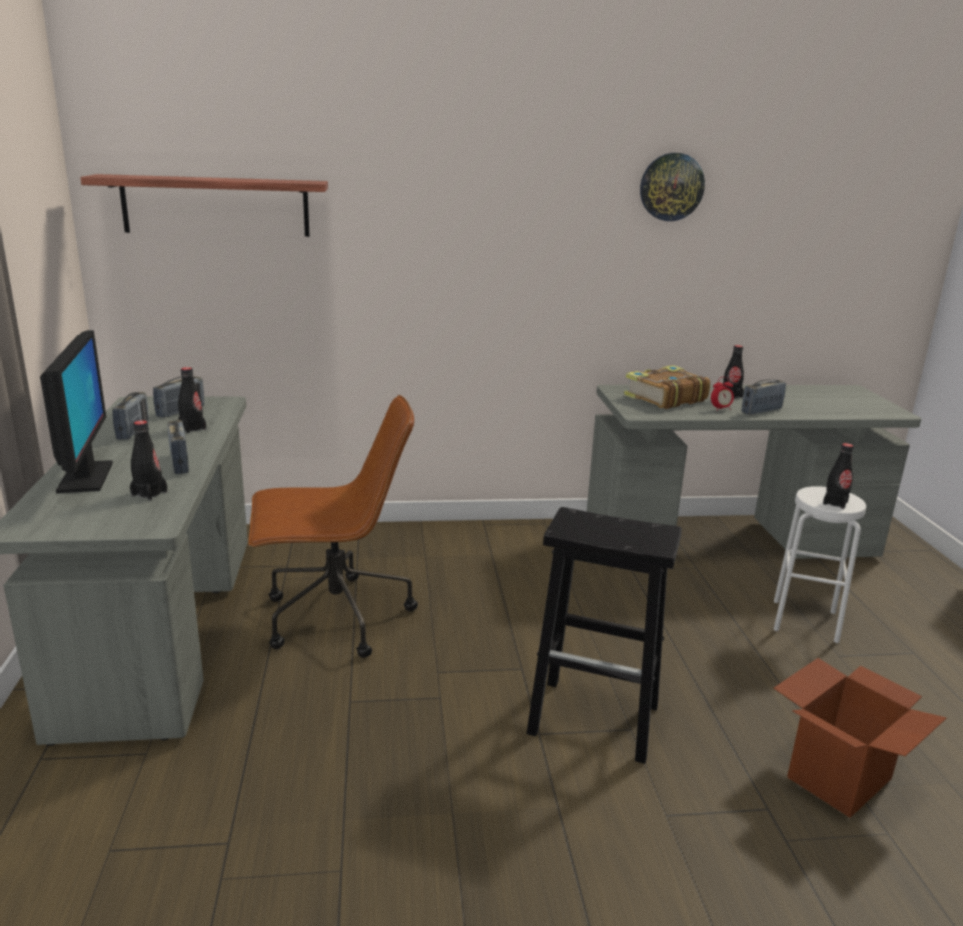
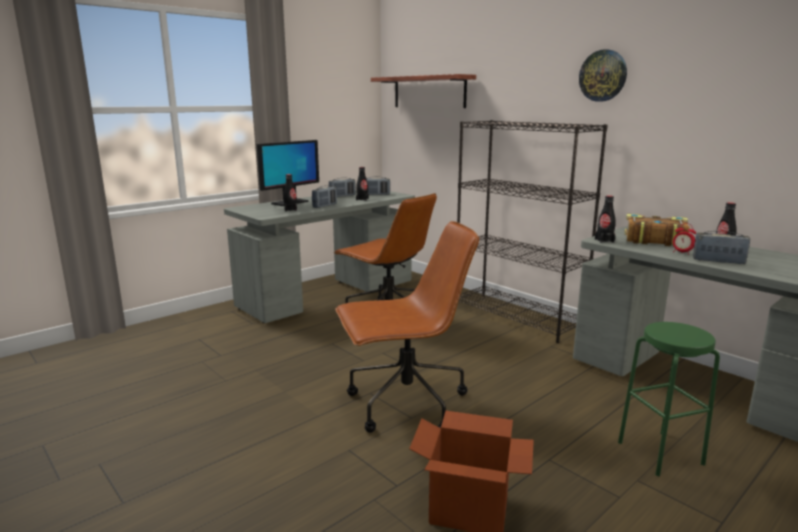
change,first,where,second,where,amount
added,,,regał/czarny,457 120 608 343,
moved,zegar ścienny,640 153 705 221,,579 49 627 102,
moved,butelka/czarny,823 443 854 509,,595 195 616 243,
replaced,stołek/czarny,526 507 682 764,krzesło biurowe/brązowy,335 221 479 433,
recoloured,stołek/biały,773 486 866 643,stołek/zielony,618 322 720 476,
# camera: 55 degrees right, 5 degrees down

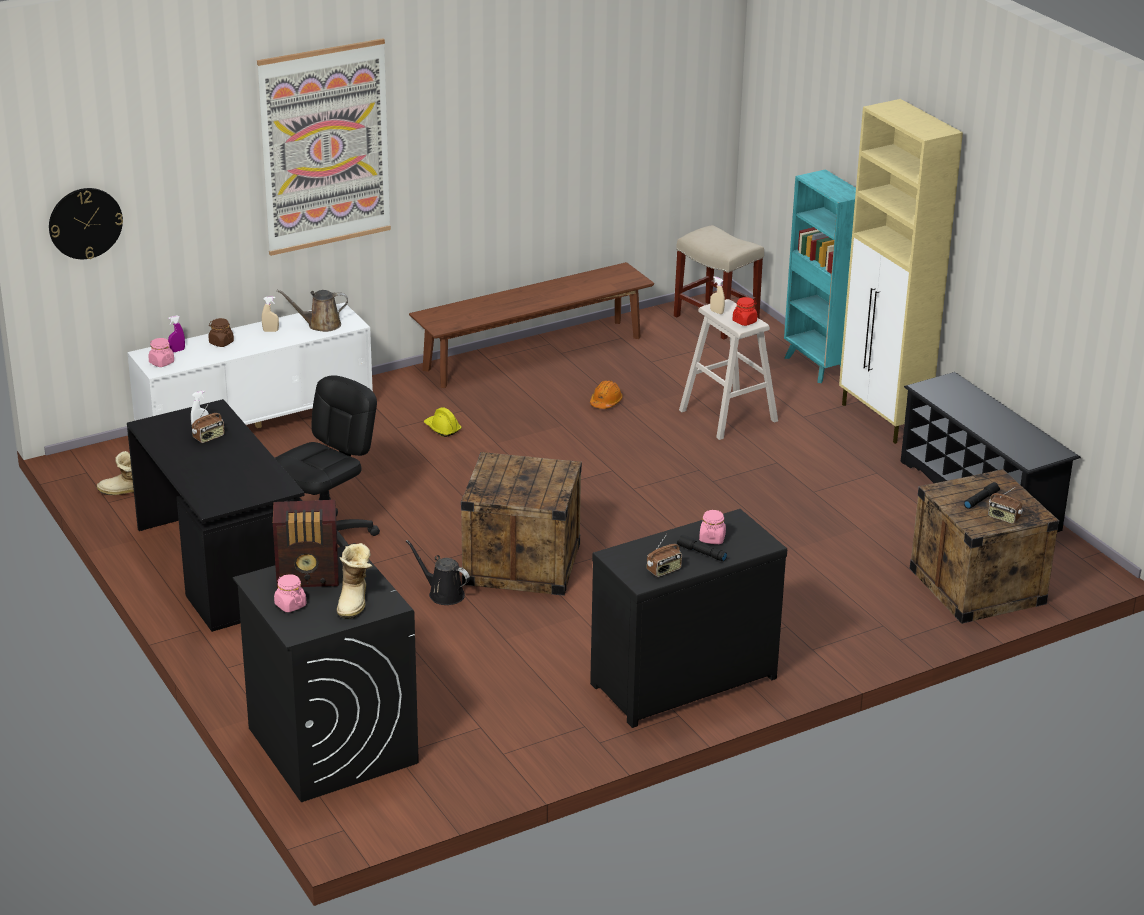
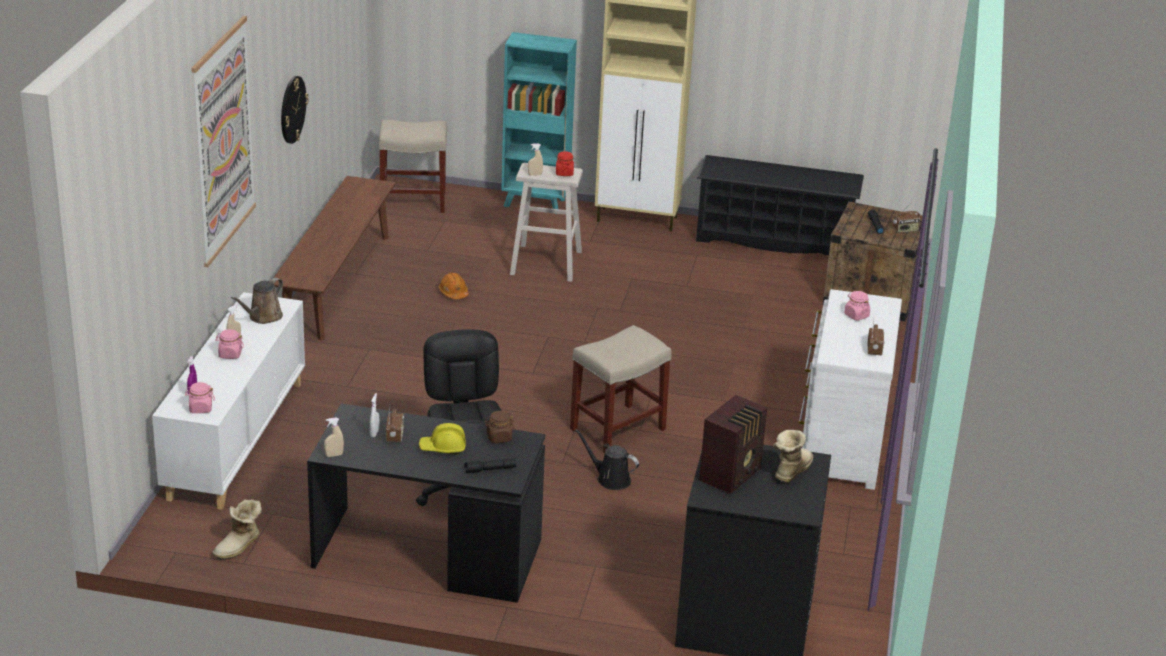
change,first,where,second,where,amount
added,,,spryskiwacz/beżowy,324 417 344 457,
moved,zegar ścienny,49 188 123 259,,281 76 309 144,
moved,słoik/brązowy,209 318 234 347,,485 411 514 443,
moved,słoik/różowy,274 574 306 612,,215 329 244 359,
moved,kask/żółty,424 407 462 437,,419 423 466 455,
moved,latarka/czarny,677 535 727 561,,464 458 516 473,
replaced,skrzynka,461 452 582 596,stołek/beżowy,570 325 672 453,
recoloured,komoda/czarny,590 509 787 728,komoda/biały,799 289 902 490,
turned,but z cholewką,337 543 373 619,,773 430 813 483,105 degrees counterclockwise
turned,konewka/czarny,406 540 470 605,,575 429 639 490,45 degrees clockwise
# camera: 50 degrees left, 0 degrees up

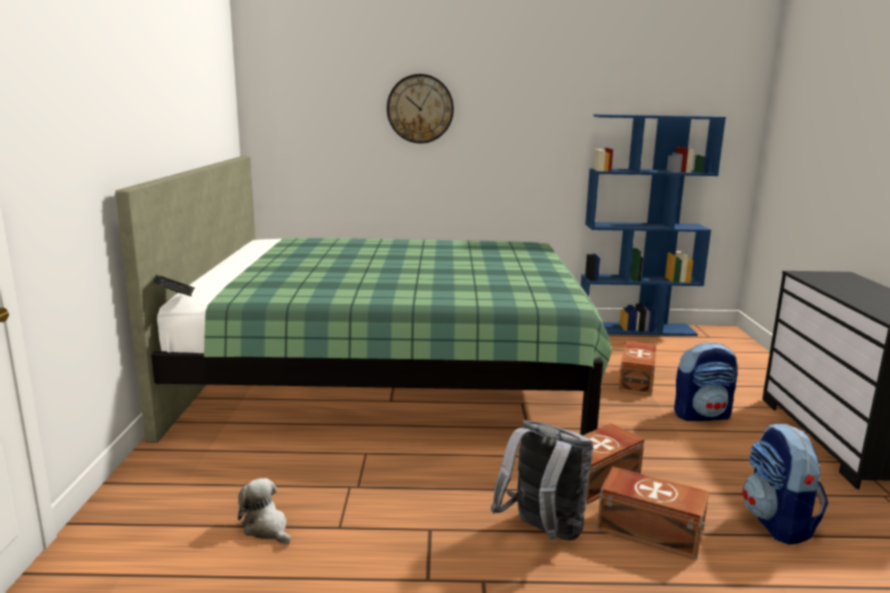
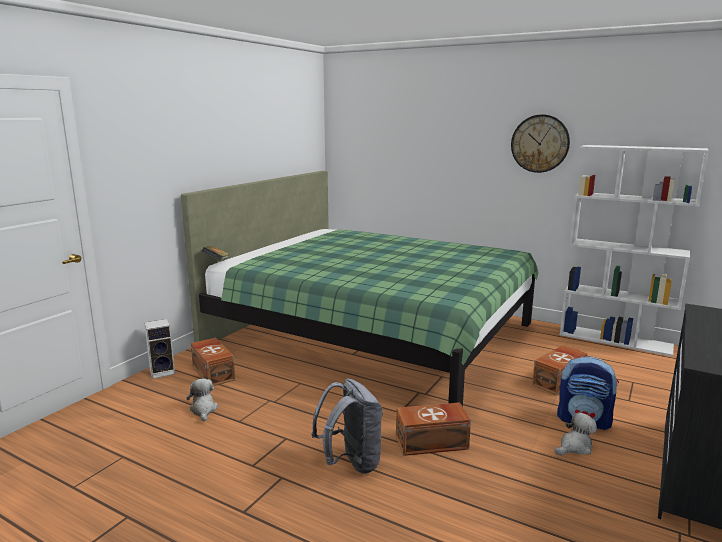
change,first,where,second,where,amount
removed,plecak,742 423 828 545,,,
added,,,głośnik,144 319 175 379,
added,,,pluszak,555 412 597 455,
moved,zegar ścienny,387 74 454 144,,511 114 570 173,
moved,pojemnik do przechowywania/brązowy,597 467 709 560,,190 338 235 386,
recoloured,regał/niebieski,581 114 726 336,regał/biały,560 145 709 357,
# camera: 30 degrees right, 0 degrees up

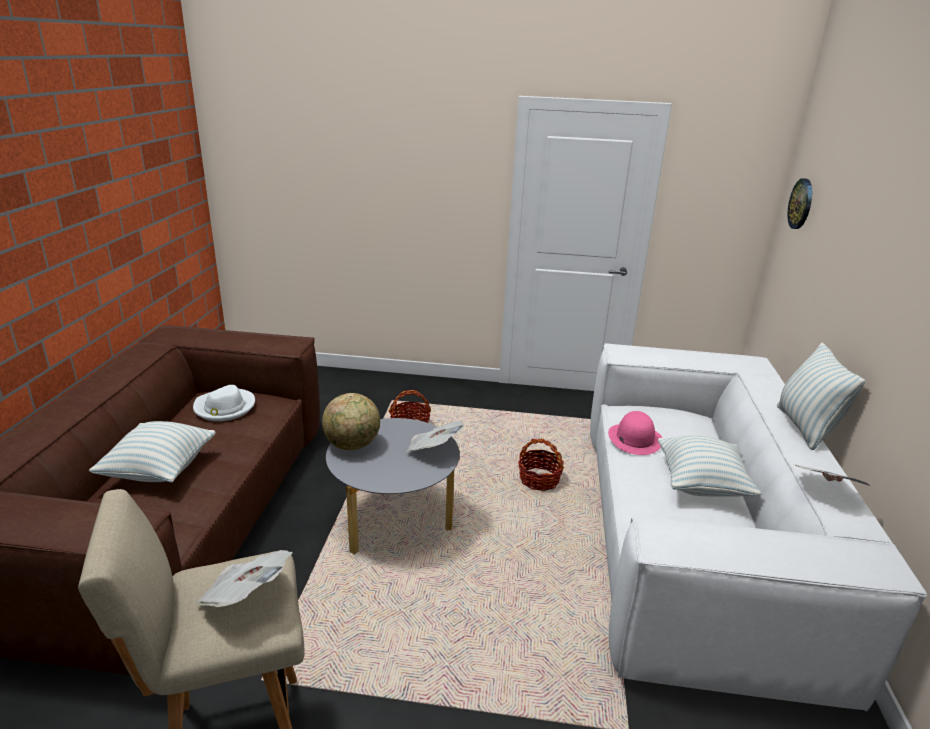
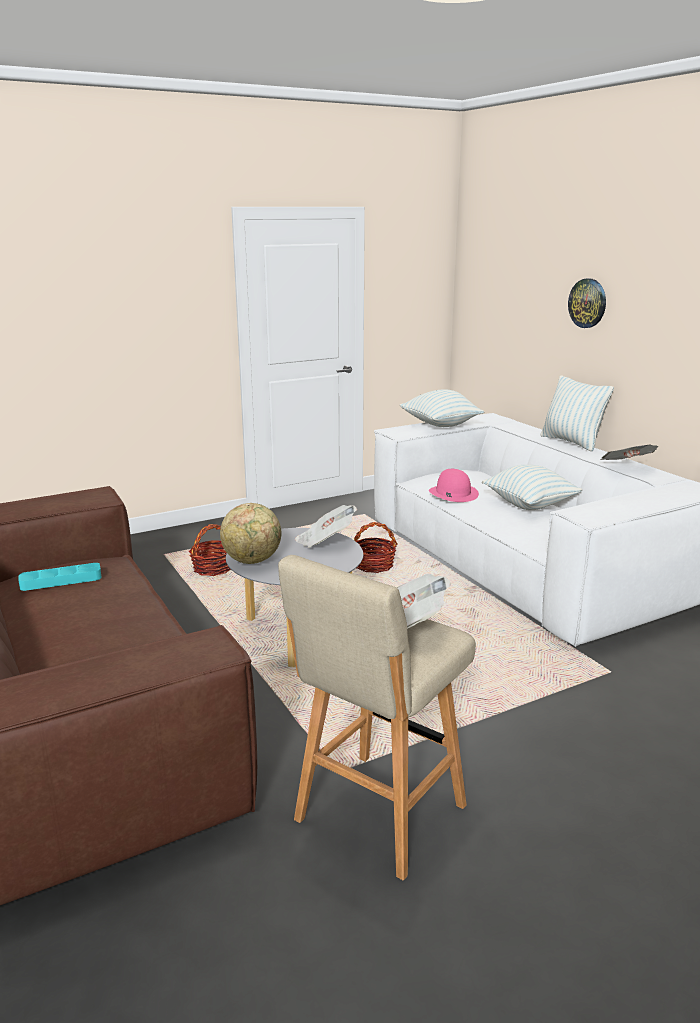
change,first,where,second,where,amount
moved,poduszka,89 421 216 482,,400 390 484 427,
moved,zegar ścienny,787 178 812 229,,568 278 606 328,
replaced,kapelusz/biały,193 385 255 421,taca/turkusowy,18 563 102 591,
# camera: 35 degrees left, 5 degrees down

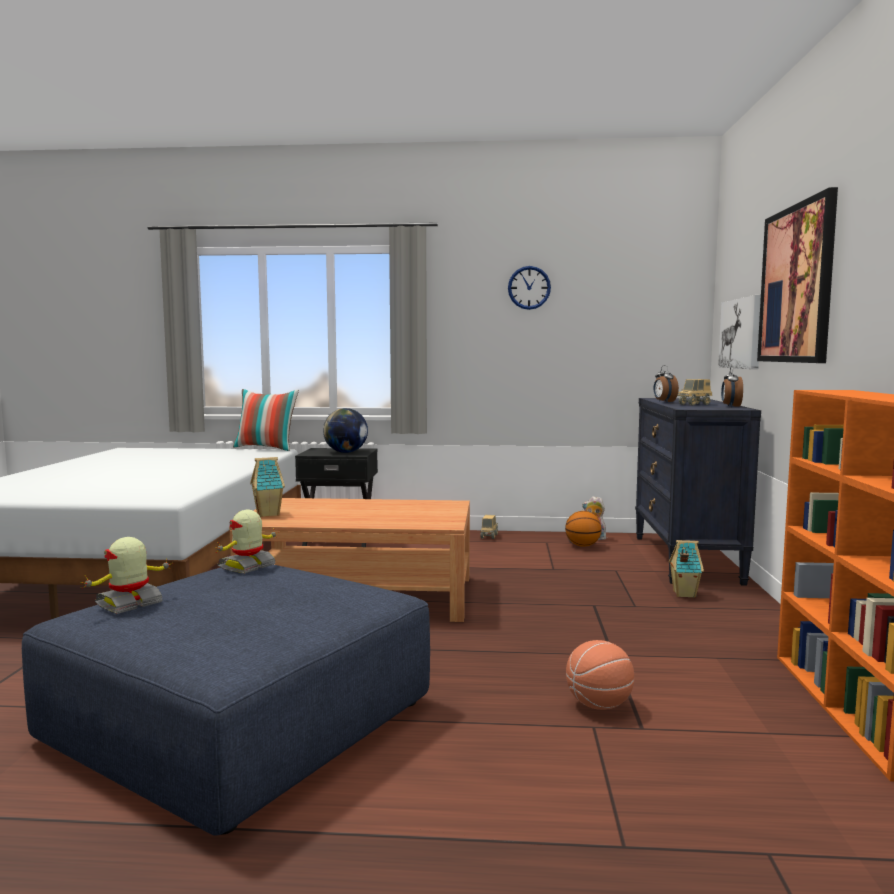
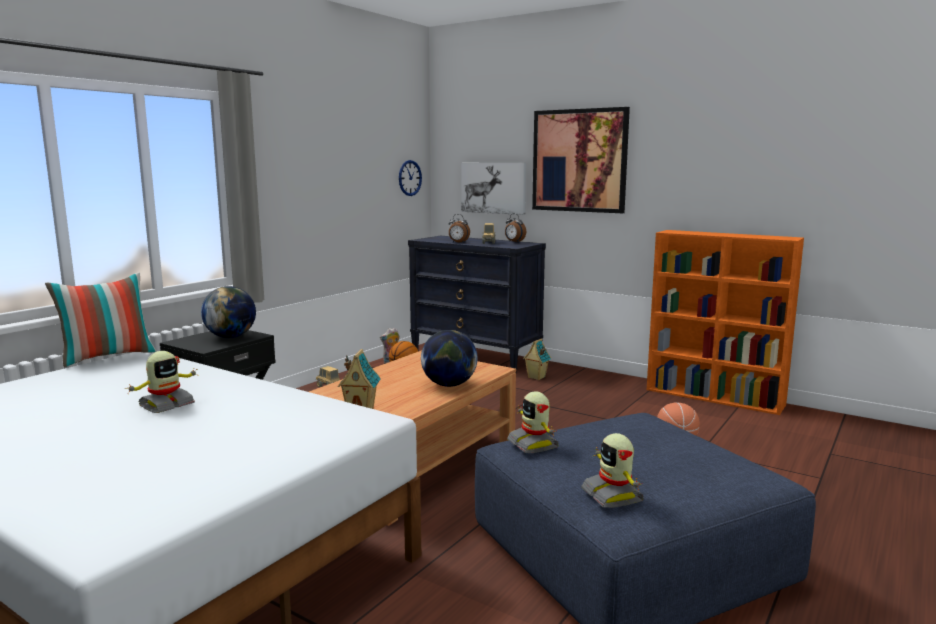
change,first,where,second,where,amount
added,,,robot zabawkowy,128 351 198 413,
added,,,globus,421 330 478 387,
moved,zegar ścienny,508 266 551 310,,399 160 422 196,
# camera: 60 degrees left, 5 degrees up

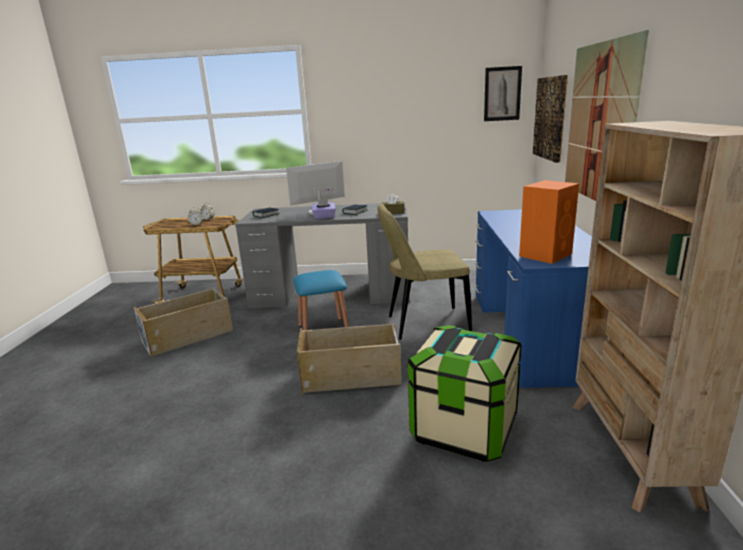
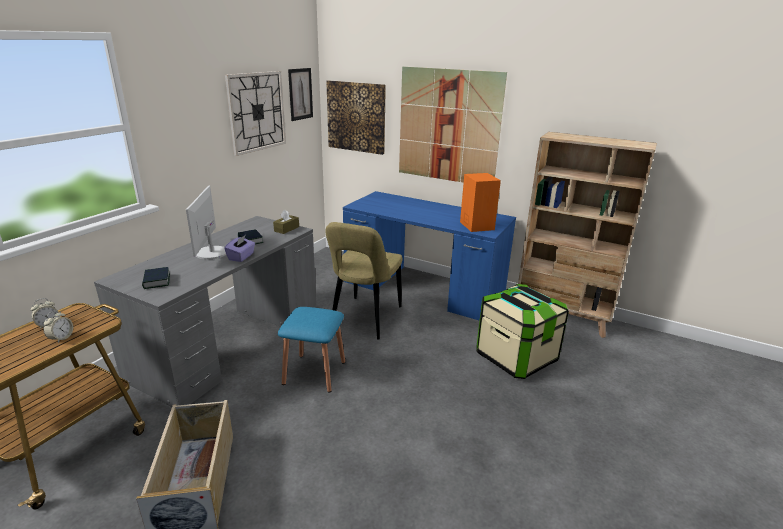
change,first,where,second,where,amount
removed,pojemnik do przechowywania/beżowy,297 323 402 395,,,
added,,,zegar ścienny,225 71 286 156,
# camera: 65 degrees left, 5 degrees up

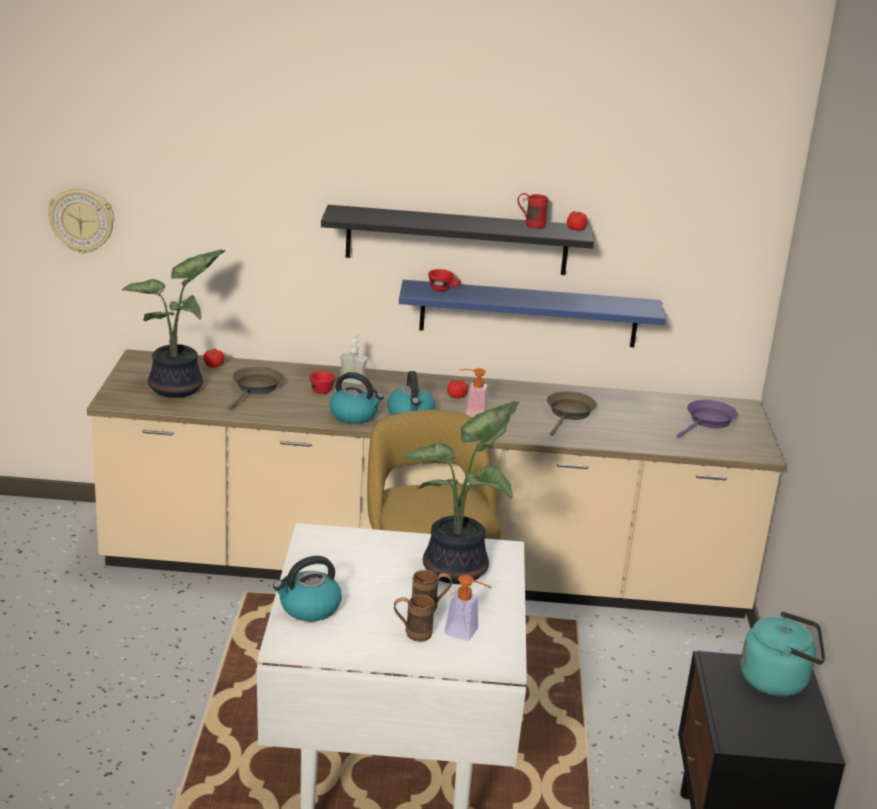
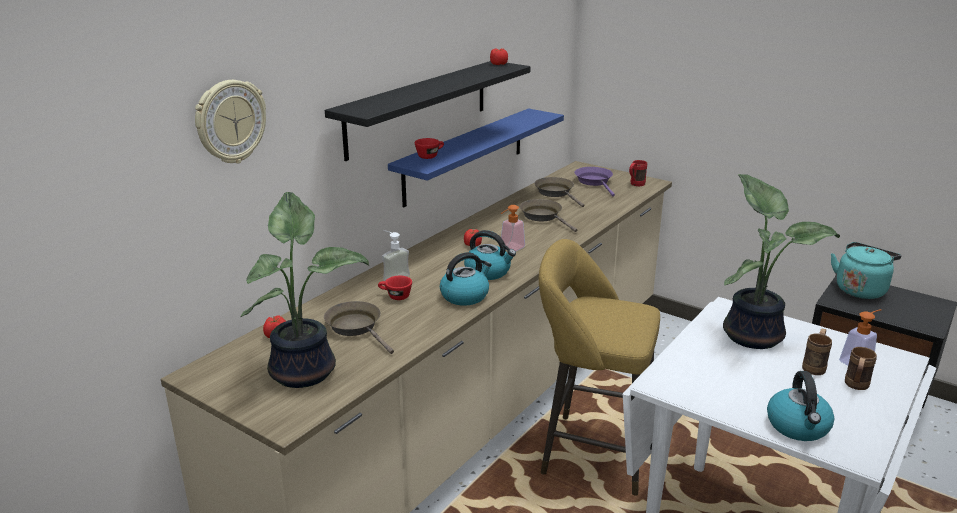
change,first,where,second,where,amount
added,,,patelnia/brązowy,534 177 584 207,
moved,zegar ścienny,48 189 114 254,,195 80 266 163,
moved,kubek/czerwony,518 193 548 229,,629 160 647 186,
# camera: 55 degrees left, 0 degrees up

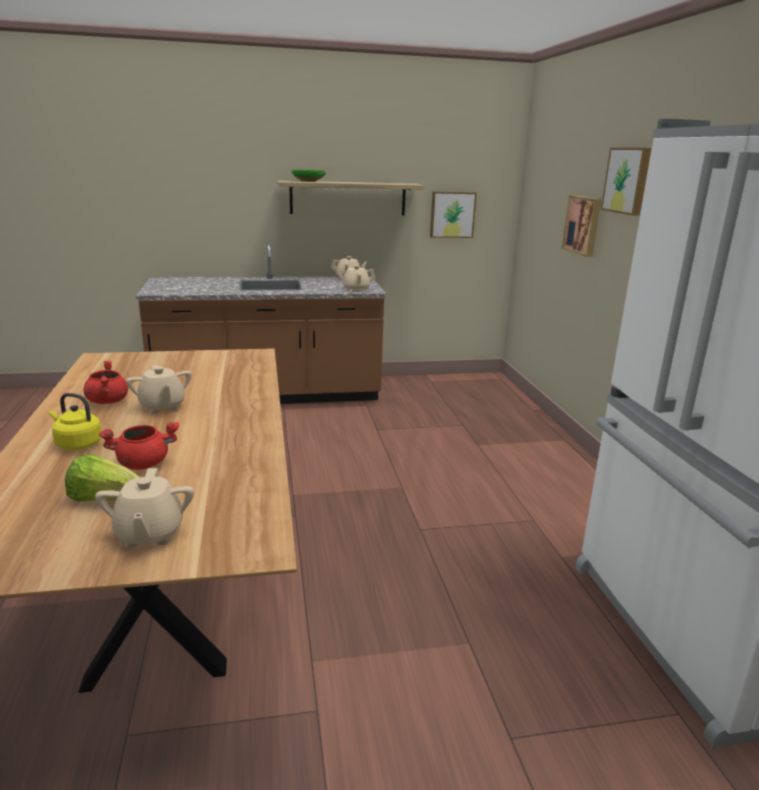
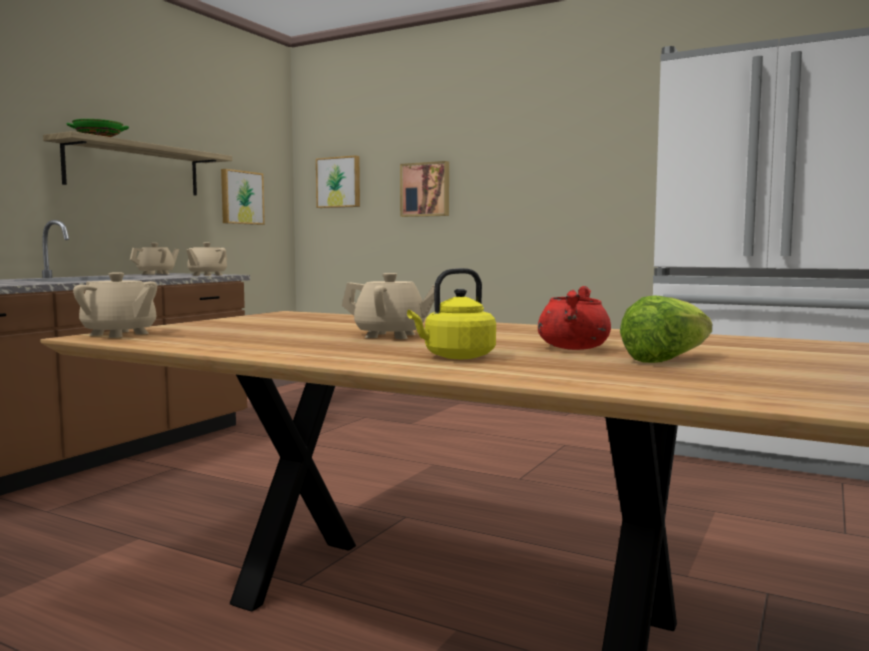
change,first,where,second,where,amount
removed,garnek/czerwony,84 361 128 404,,,
moved,imbryk/beżowy,95 468 194 547,,73 272 157 338,
moved,obraz,601 148 651 216,,316 156 360 208,
# camera: 50 degrees left, 15 degrees down

